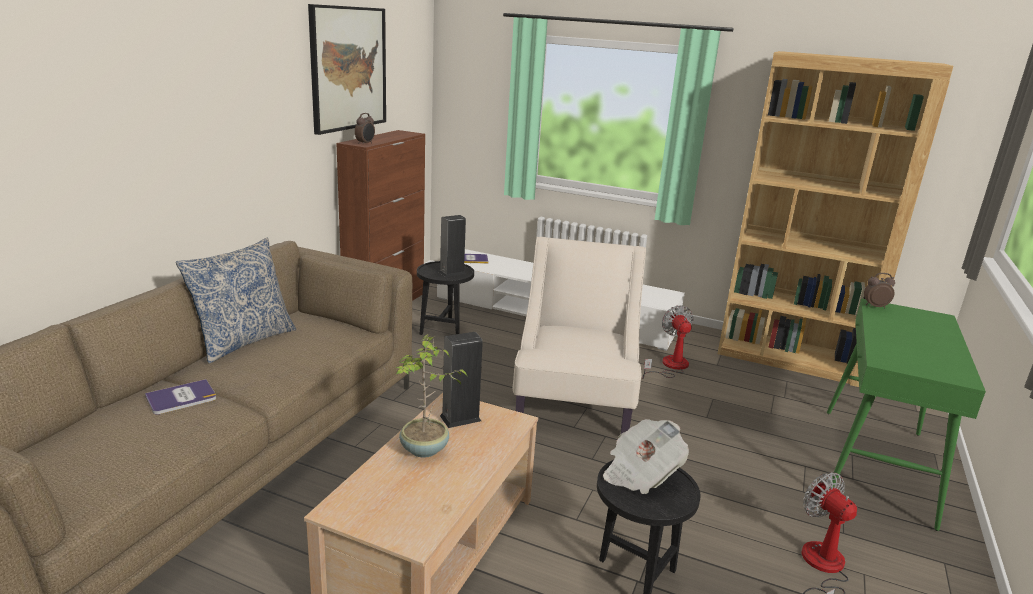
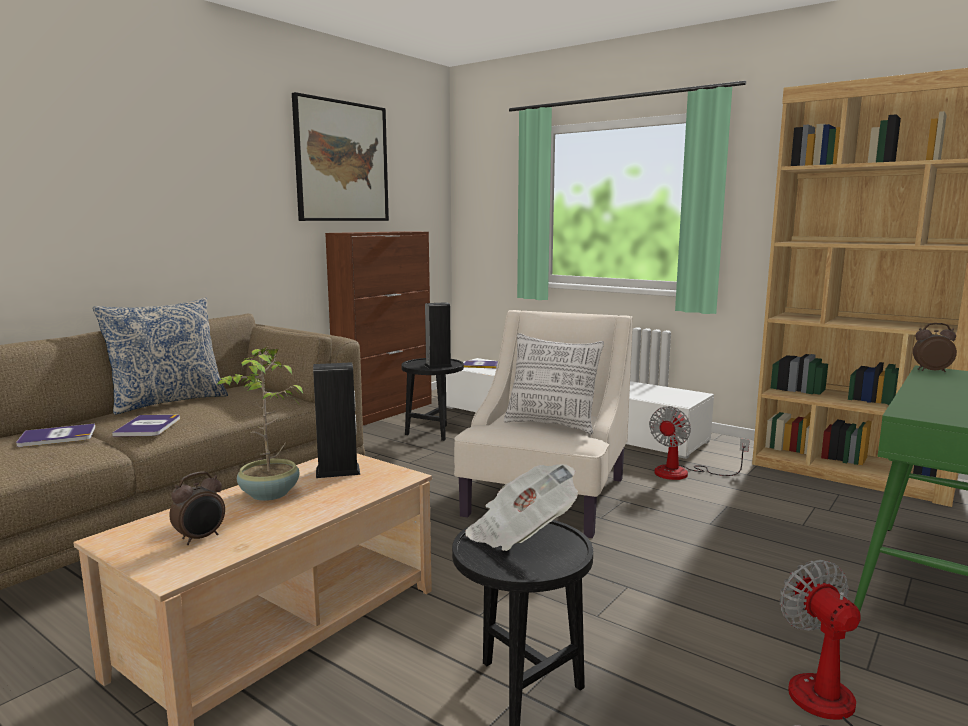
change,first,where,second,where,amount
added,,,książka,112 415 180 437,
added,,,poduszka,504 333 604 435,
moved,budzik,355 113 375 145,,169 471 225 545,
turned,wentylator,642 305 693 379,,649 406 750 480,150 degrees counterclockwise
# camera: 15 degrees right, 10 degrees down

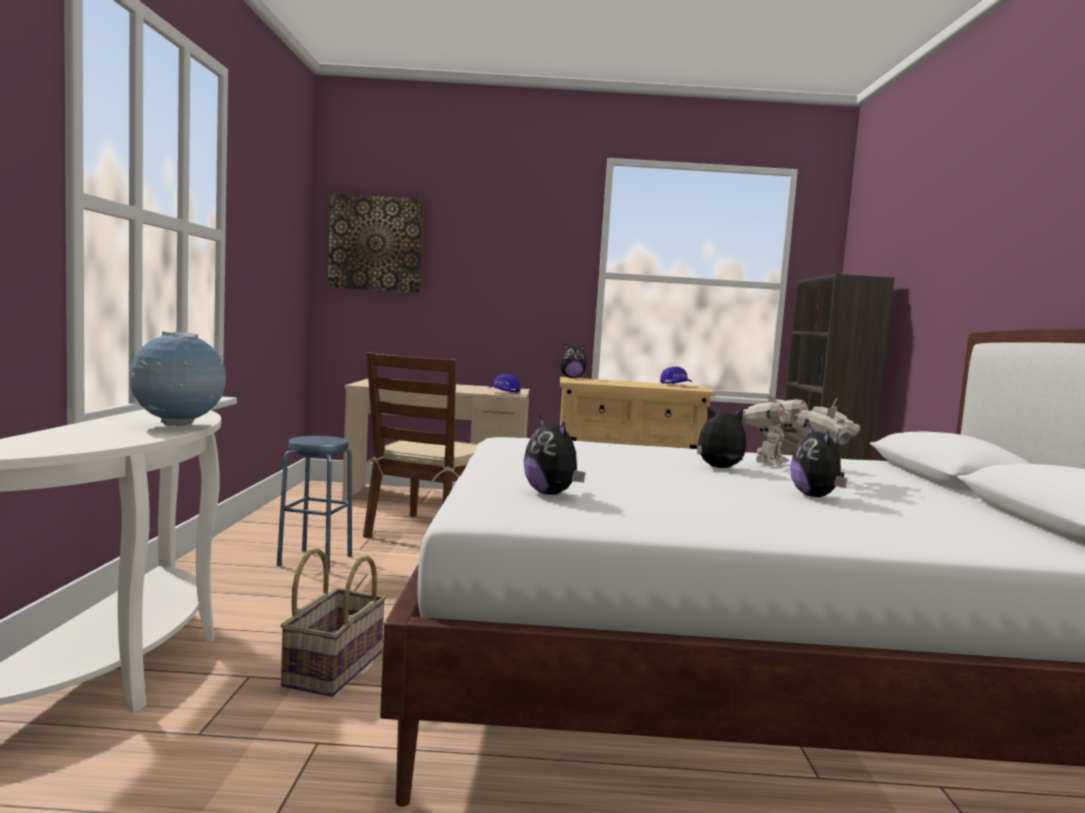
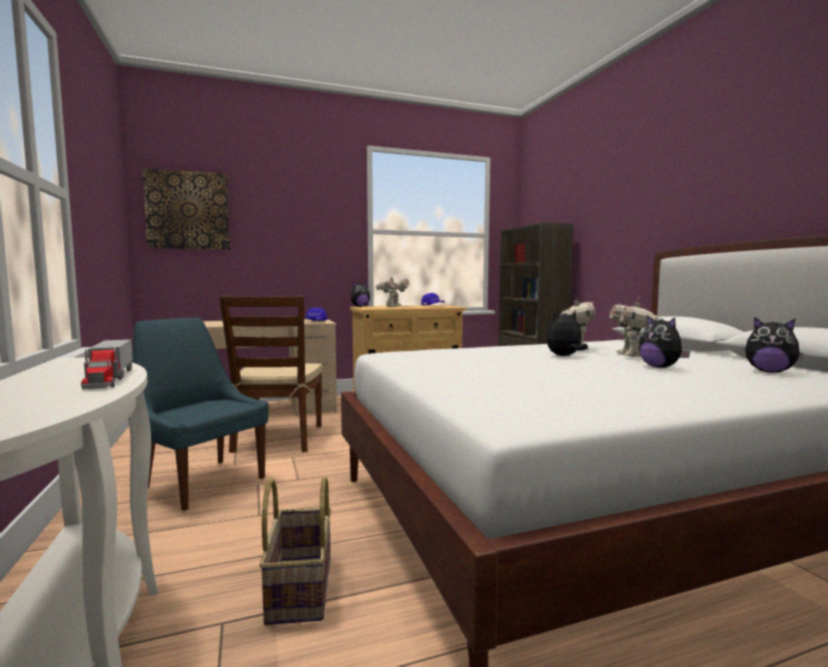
change,first,where,second,where,amount
added,,,robot zabawkowy,375 276 409 307,
moved,pluszak,524 415 586 495,,745 317 804 373,
replaced,globus,129 332 226 426,ciężarówka zabawkowa,81 339 133 389,
replaced,stołek/niebieski,277 436 352 572,krzesło/niebieski,132 318 269 511,
# camera: 20 degrees left, 0 degrees up

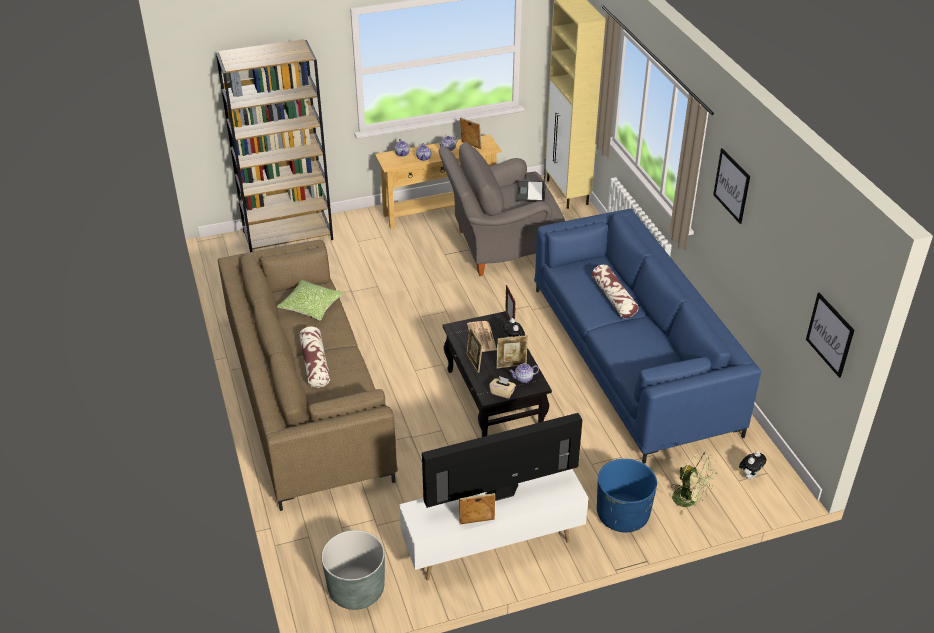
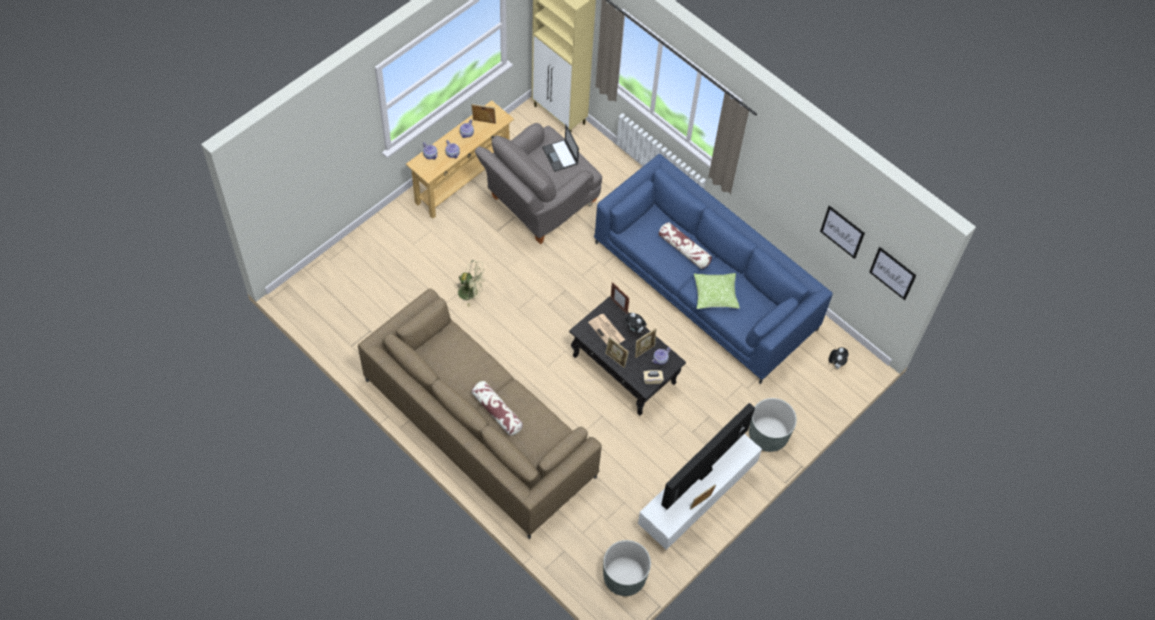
change,first,where,second,where,amount
removed,regał/brązowy,216 39 333 252,,,
moved,poduszka,277 280 344 320,,694 273 740 309,
moved,wentylator/zielony,671 451 717 515,,456 260 485 307,
moved,obraz,713 148 750 224,,820 205 865 259,
recoloured,donica/niebieski,597 459 657 532,donica/szary,749 398 797 452,
# camera: 30 degrees left, 20 degrees up

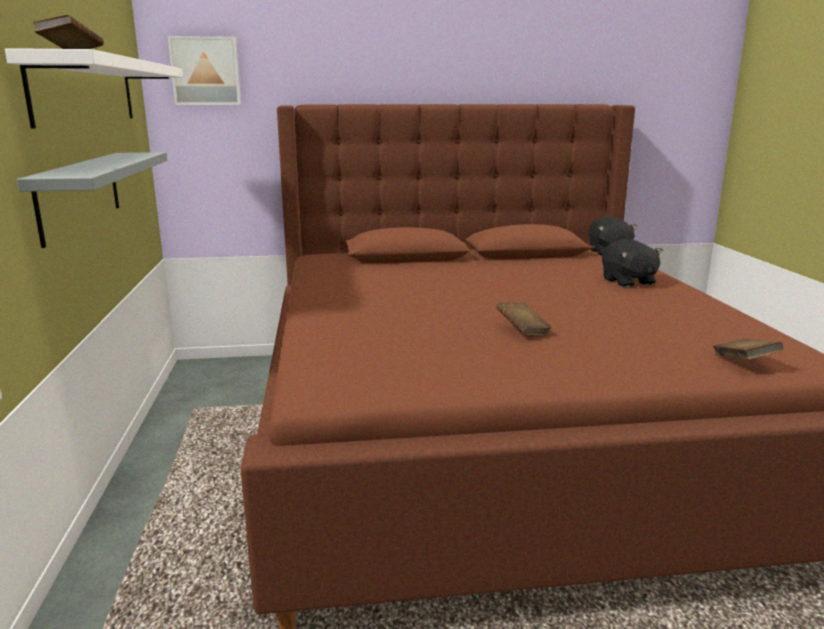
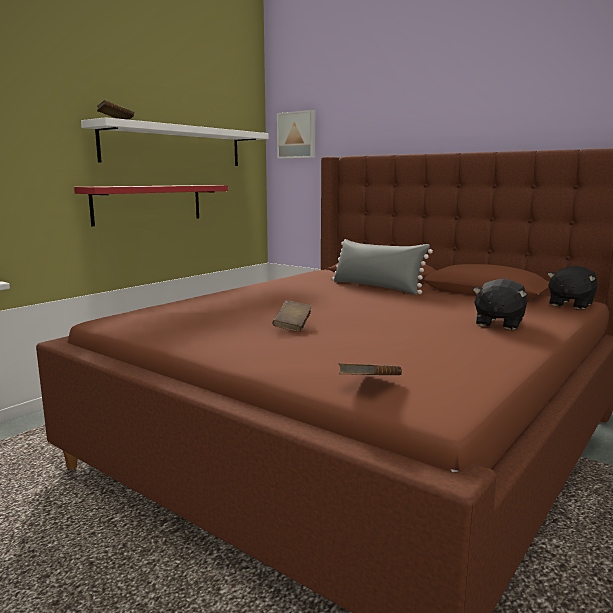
change,first,where,second,where,amount
added,,,poduszka/szary,332 239 433 295,
recoloured,półka/szary,17 152 167 248,półka/czerwony,74 185 228 226,
# camera: 45 degrees right, 5 degrees down

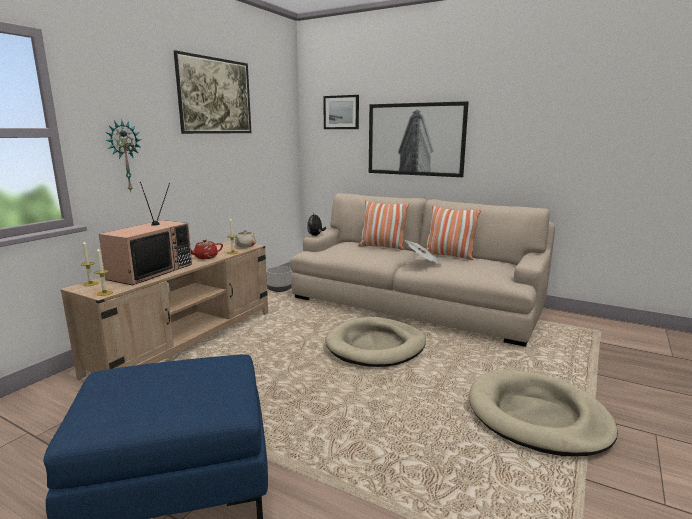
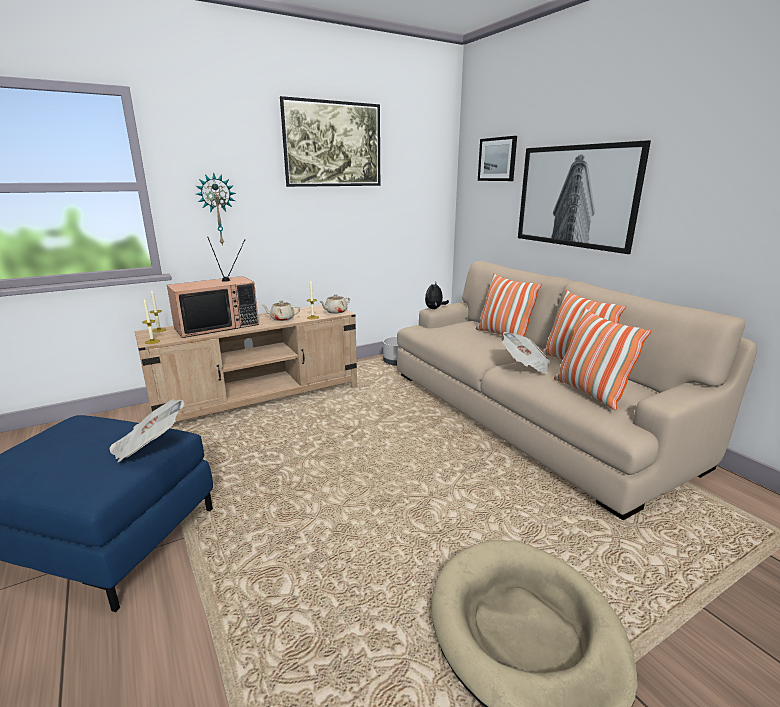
change,first,where,second,where,amount
removed,legowisko/beżowy,325 317 426 367,,,
added,,,gazeta,109 399 185 462,
added,,,poduszka,554 308 651 410,
recoloured,imbryk/czerwony,191 239 223 259,imbryk/beżowy,261 300 300 321,
# camera: 30 degrees right, 5 degrees up

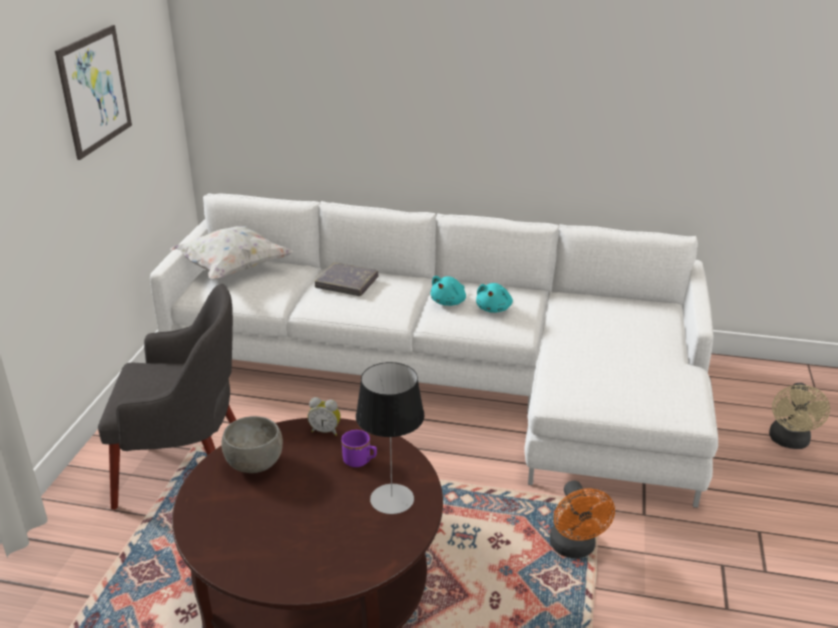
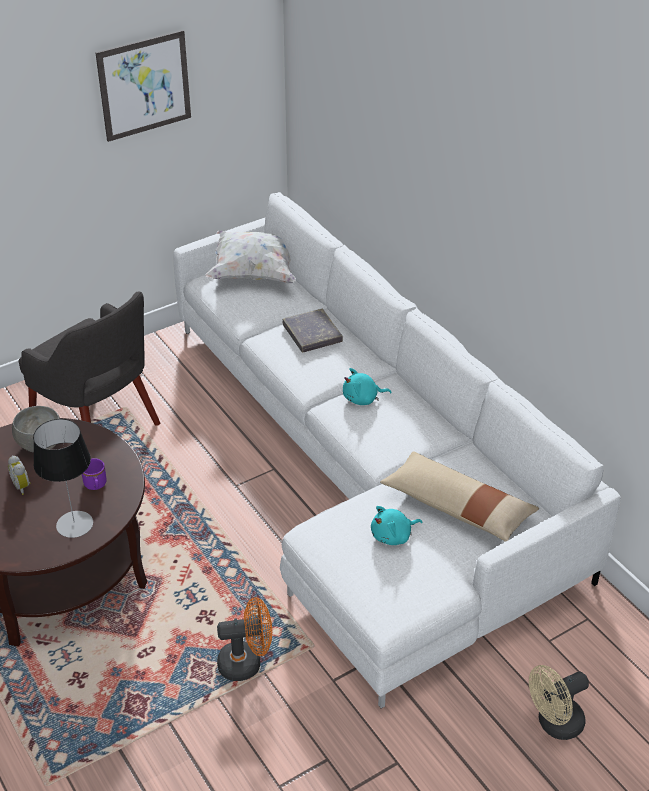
change,first,where,second,where,amount
added,,,poduszka/beżowy,380 451 539 542,
moved,budzik,307 397 341 436,,8 456 31 495,
moved,pluszak/turkusowy,476 283 513 313,,371 506 422 545,
turned,wentylator/pomarańczowy,550 481 615 558,,217 597 272 681,135 degrees counterclockwise
# camera: 45 degrees right, 10 degrees up

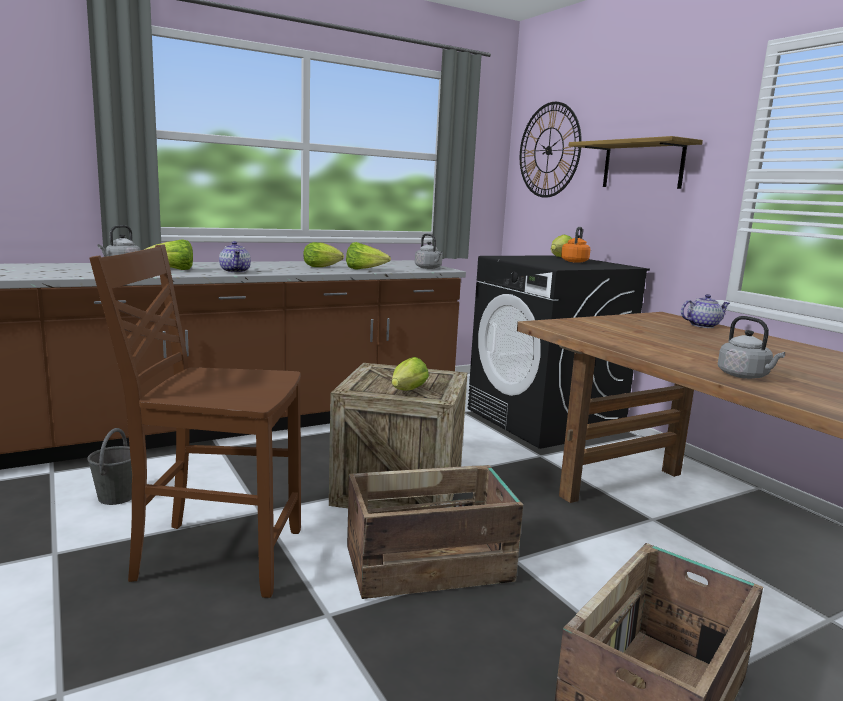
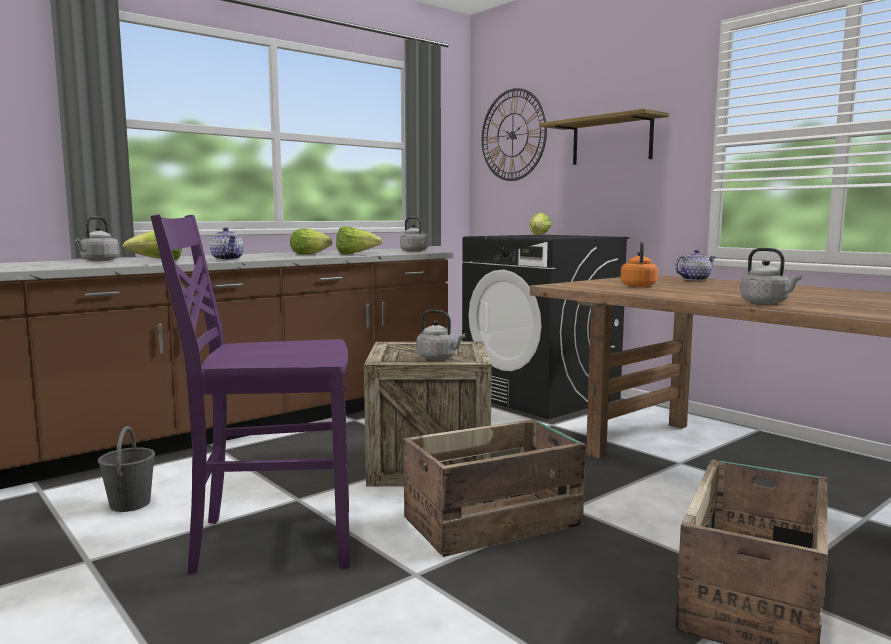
change,first,where,second,where,amount
moved,czajnik/pomarańczowy,561 227 591 263,,621 242 658 287,
replaced,sałata,392 357 429 390,czajnik/szary,416 310 465 360,
recoloured,krzesło/brązowy,89 245 301 598,krzesło/fioletowy,151 214 350 575,
# camera: 10 degrees left, 5 degrees down

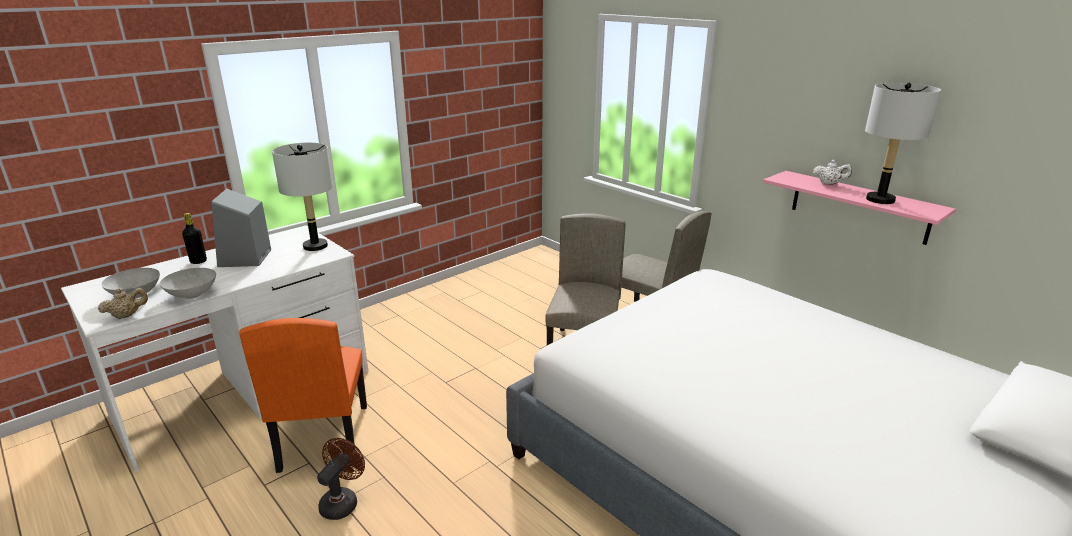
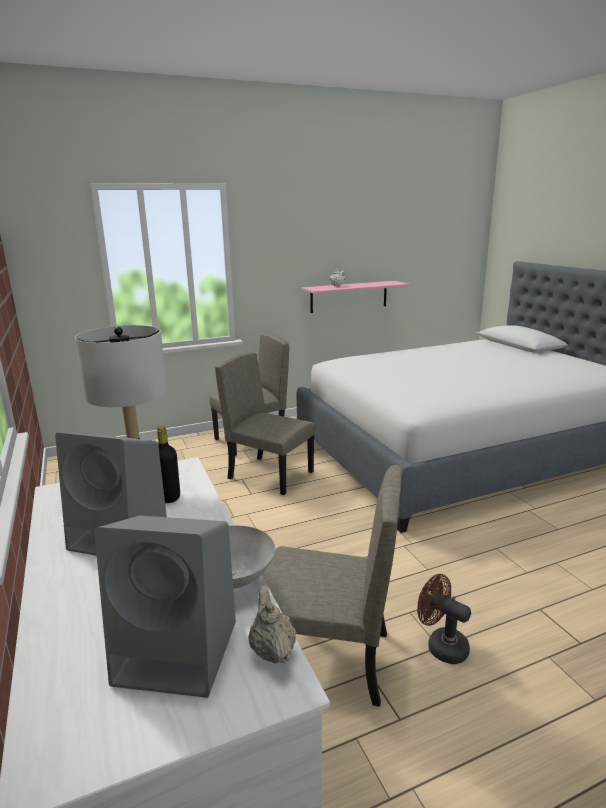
change,first,where,second,where,amount
removed,lampa stołowa/szary,865 83 941 204,,,
moved,butelka/czarny,182 213 207 264,,157 425 180 503,
replaced,miska/szary,101 268 160 298,głośnik/szary,94 516 236 698,
recoloured,krzesło/pomarańczowy,239 318 367 473,krzesło/beżowy,262 465 402 707,
# camera: 70 degrees left, 5 degrees down

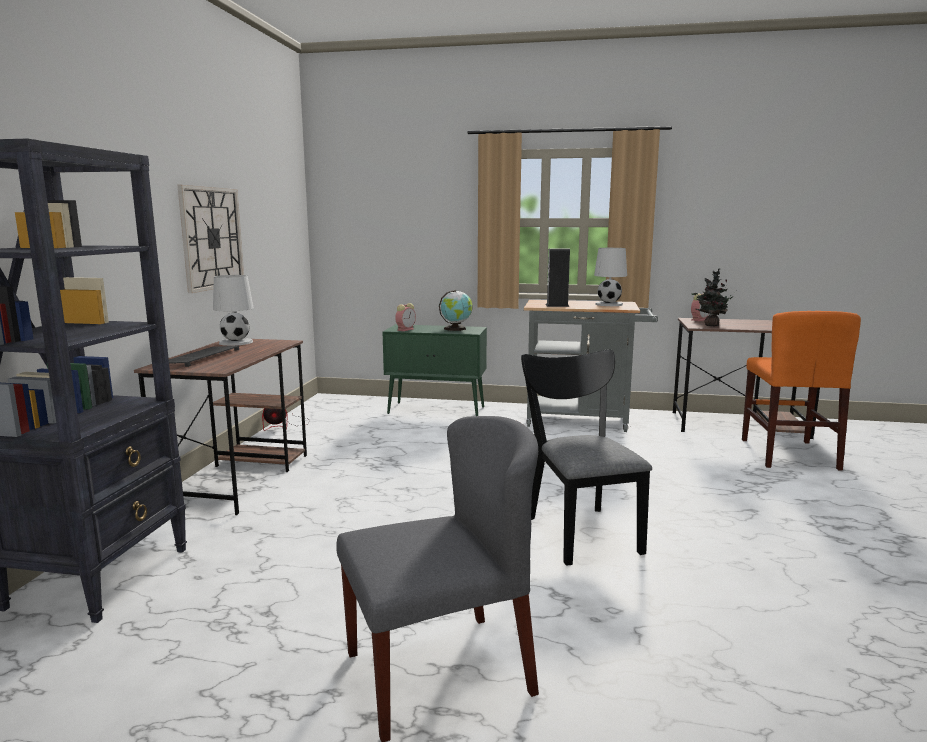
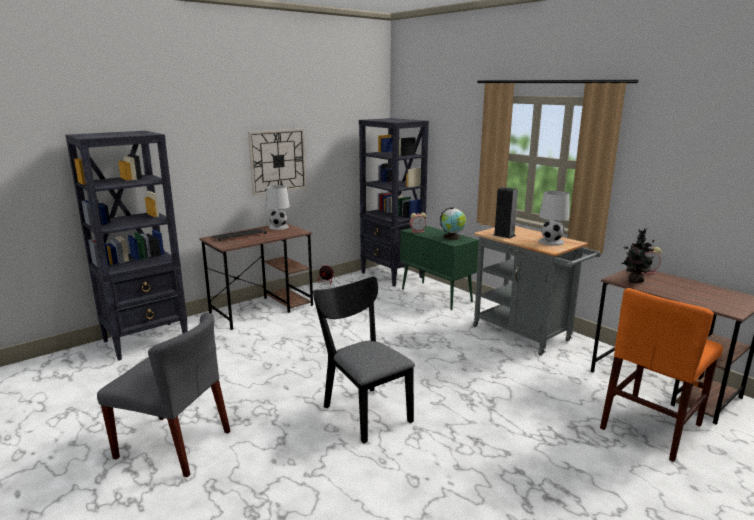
change,first,where,second,where,amount
added,,,regał/czarny,359 118 429 286,
turned,krzesło/czarny,521 349 652 566,,313 277 415 443,60 degrees counterclockwise
# camera: 40 degrees right, 5 degrees up

